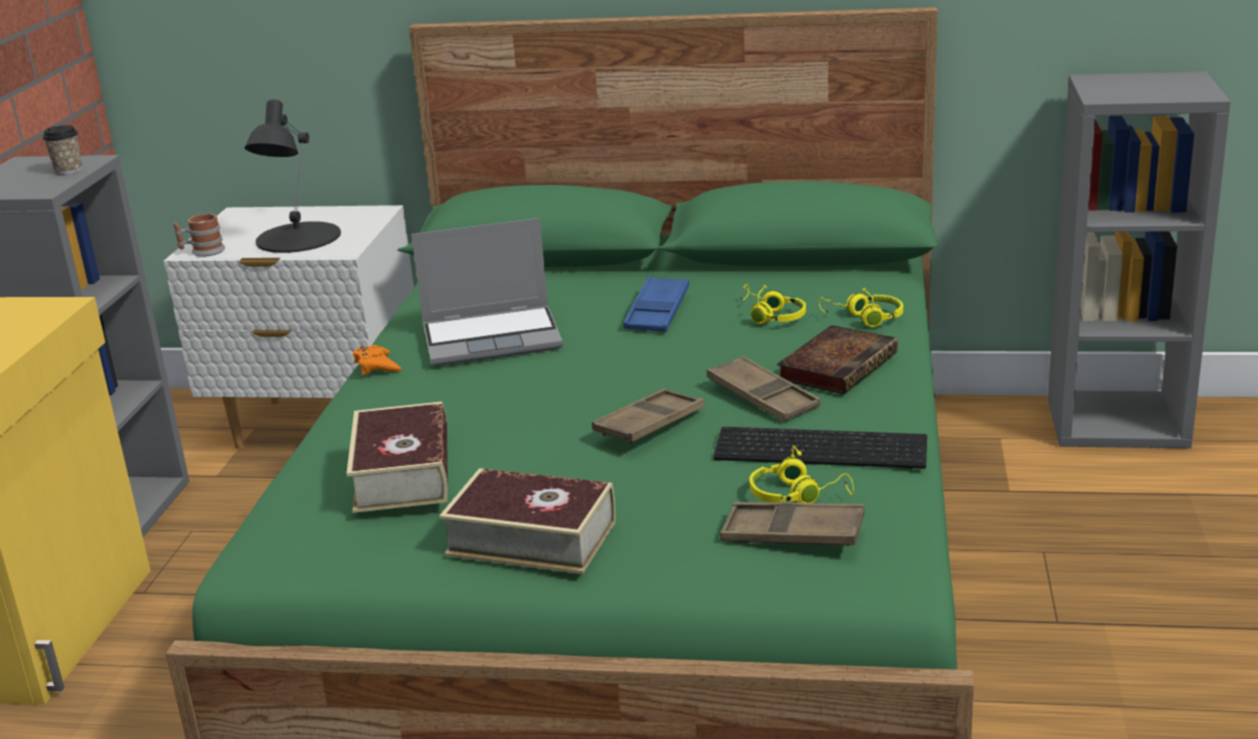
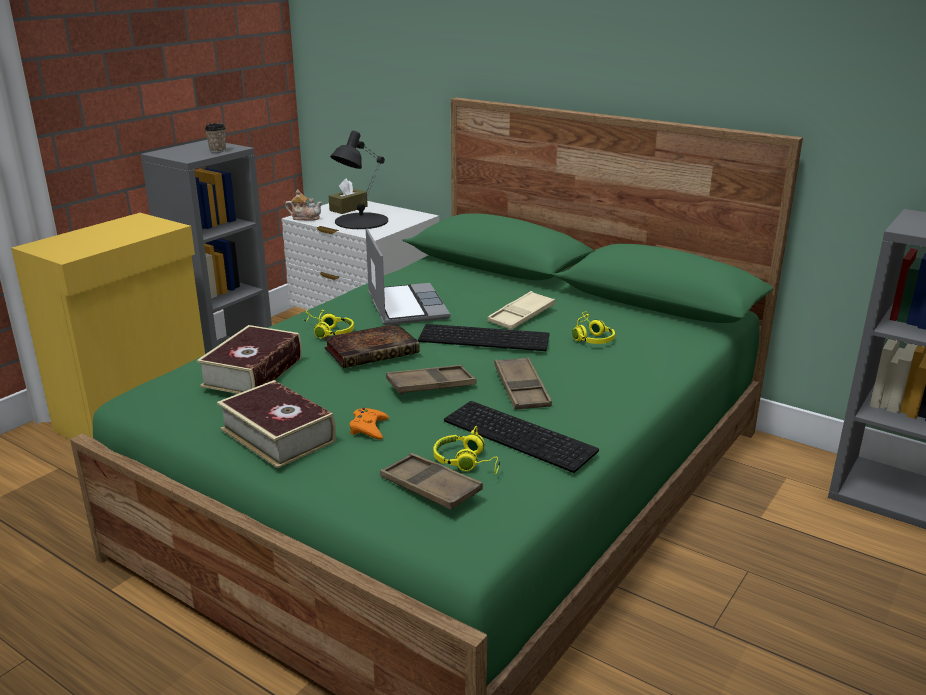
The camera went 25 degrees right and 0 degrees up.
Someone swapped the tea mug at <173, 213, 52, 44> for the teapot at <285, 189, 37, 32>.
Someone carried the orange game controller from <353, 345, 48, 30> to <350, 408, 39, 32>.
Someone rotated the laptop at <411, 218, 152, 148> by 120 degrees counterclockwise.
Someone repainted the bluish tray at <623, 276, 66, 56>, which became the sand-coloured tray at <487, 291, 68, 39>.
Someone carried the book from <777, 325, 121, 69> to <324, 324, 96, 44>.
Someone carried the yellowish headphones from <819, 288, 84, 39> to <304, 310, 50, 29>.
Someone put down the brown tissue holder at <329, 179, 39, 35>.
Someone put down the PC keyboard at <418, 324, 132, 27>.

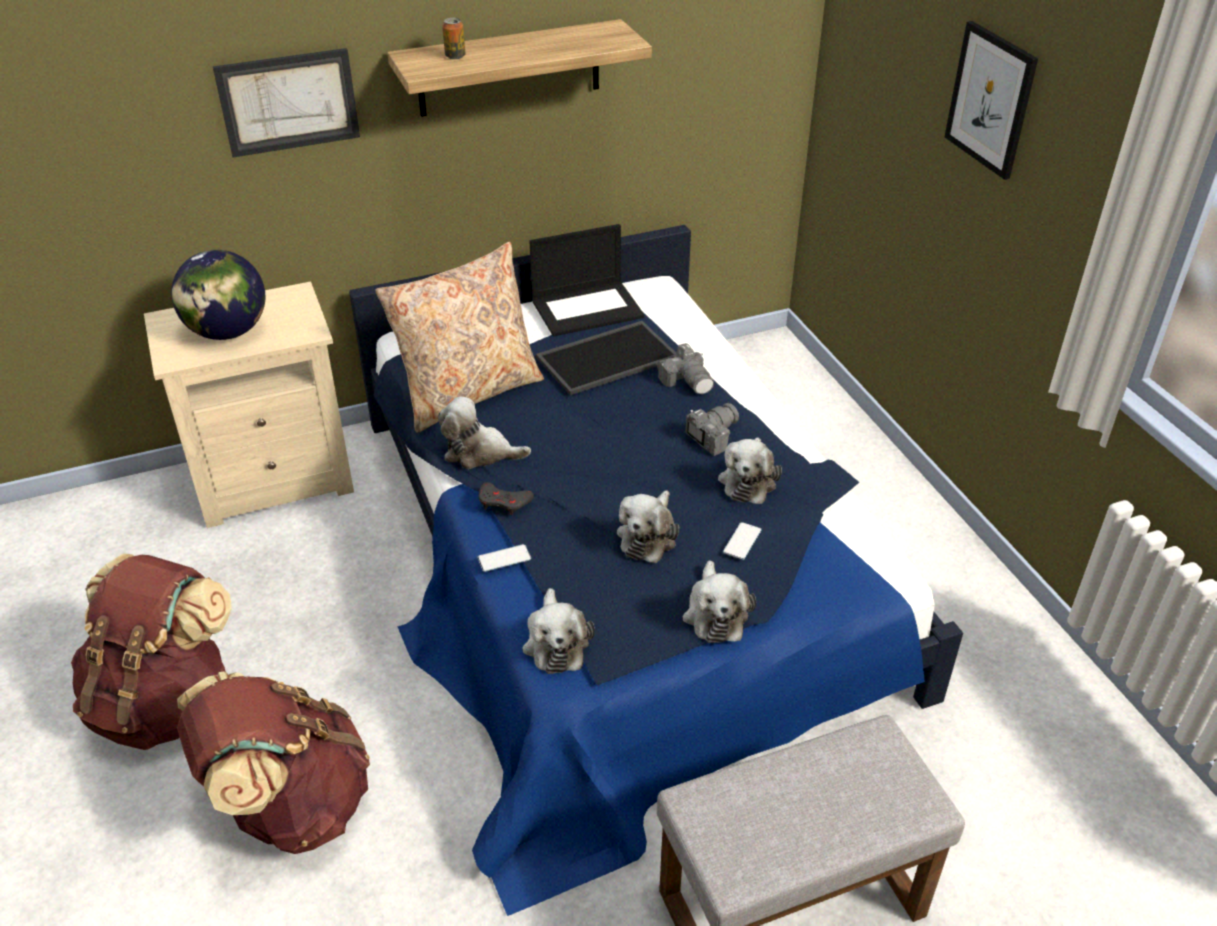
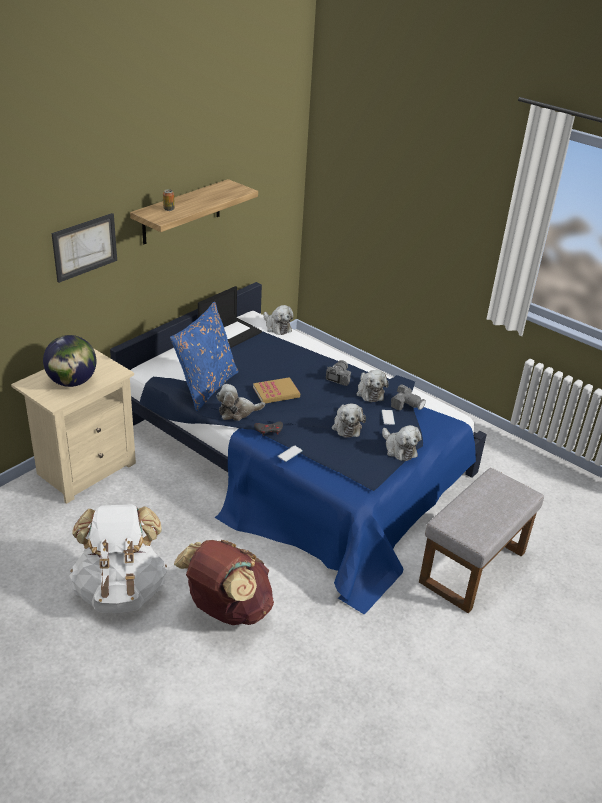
The camera went 30 degrees left and 5 degrees down.
Someone repainted the brown backpack at <71, 553, 161, 197>, which became the white-coloured backpack at <69, 504, 98, 109>.
Someone repainted the sand-coloured cushion at <375, 242, 169, 191>, which became the bluish cushion at <170, 302, 68, 109>.
Someone carried the plush toy from <522, 588, 73, 86> to <264, 305, 30, 30>.
Someone took away the tray at <536, 321, 142, 74>.
Someone carried the still camera from <657, 343, 57, 51> to <391, 384, 35, 26>.
Someone took away the picture at <945, 21, 93, 159>.
Someone put down the book at <253, 377, 47, 26>.

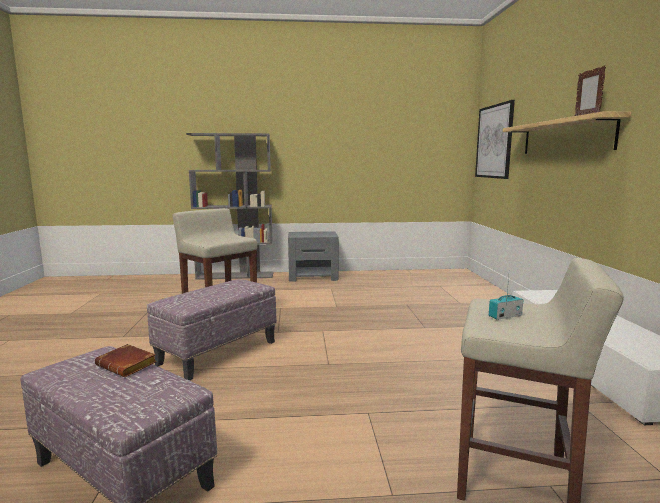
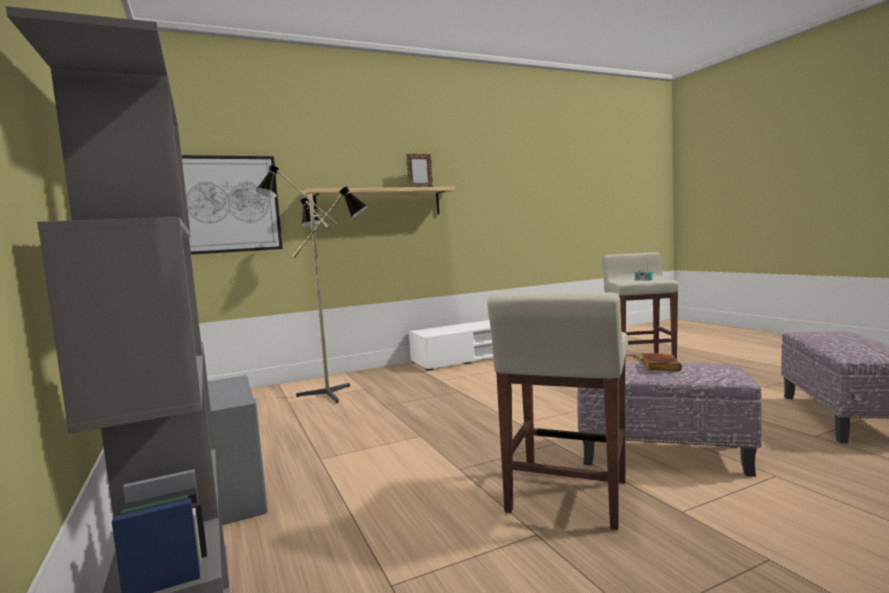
The camera went 110 degrees left and 5 degrees down.
Someone carried the brown book from <95, 344, 62, 33> to <641, 353, 41, 18>.
Someone put down the standing lamp at <256, 165, 112, 238>.

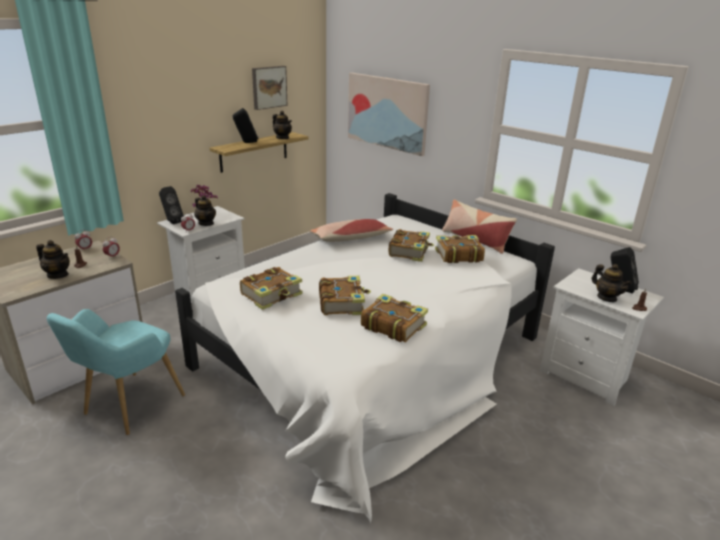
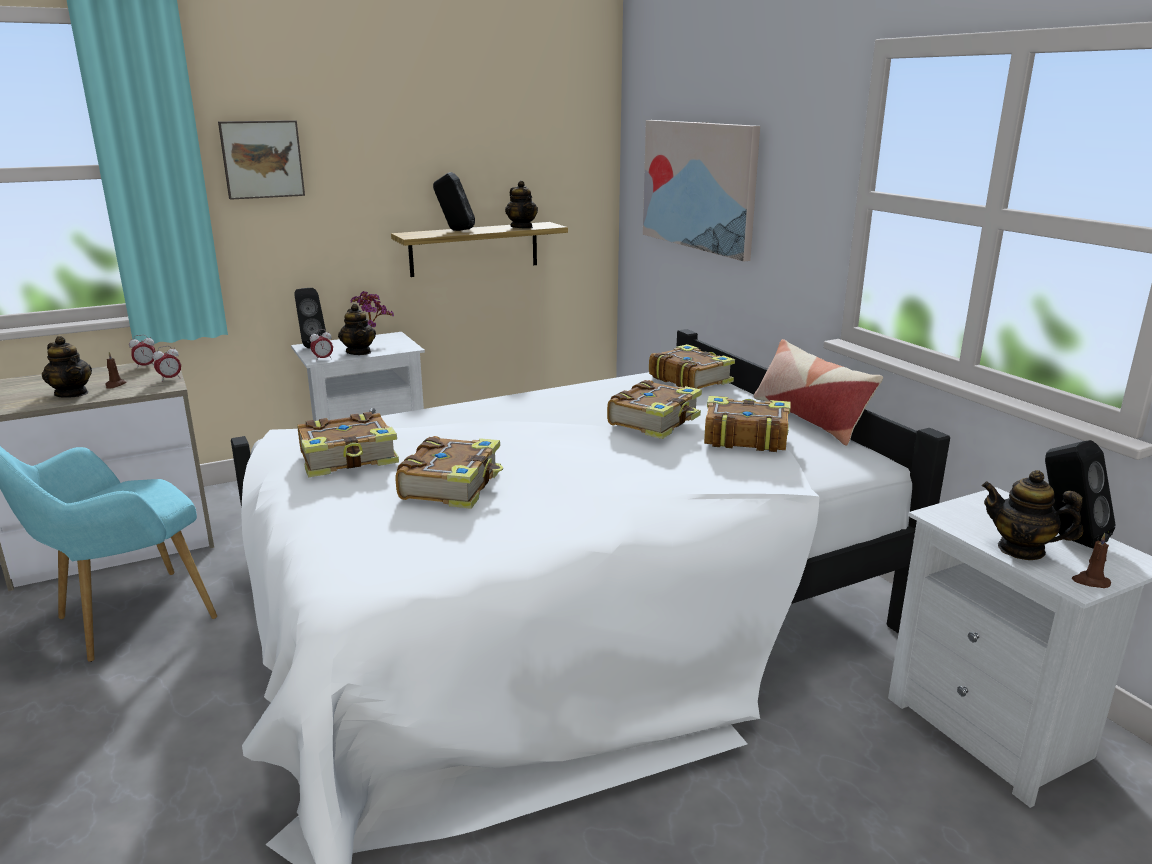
The camera went 20 degrees right and 5 degrees down.
Someone carried the picture from <252, 66, 35, 44> to <218, 120, 87, 80>.
Someone took away the cushion at <310, 219, 83, 23>.
Someone carried the book from <361, 294, 67, 48> to <649, 344, 86, 45>.
Someone rotated the teapot at <592, 264, 40, 38> by 135 degrees clockwise.

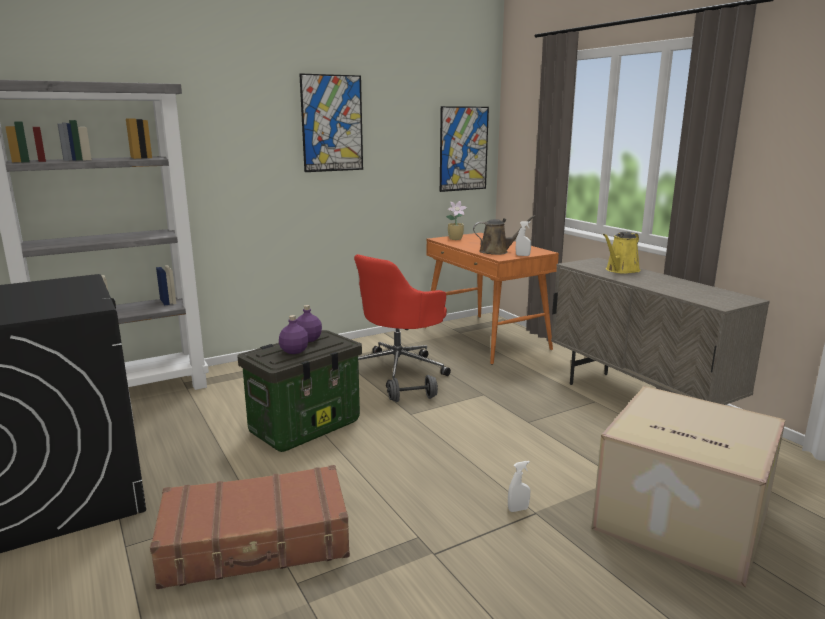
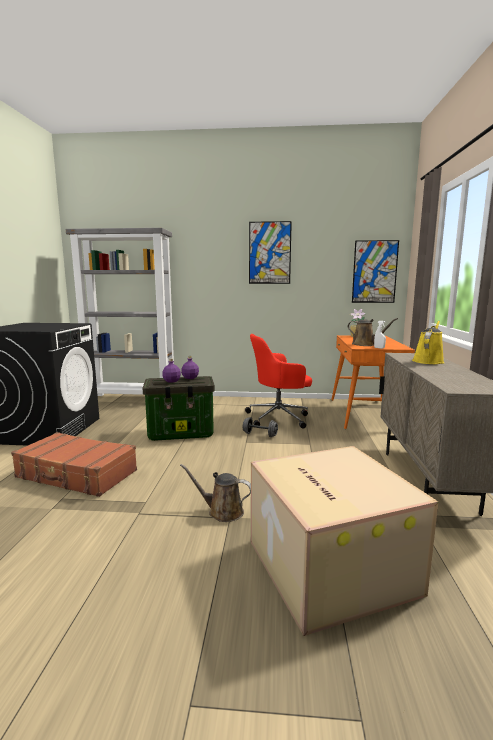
The camera went 35 degrees right and 5 degrees down.
Someone swapped the white-coloured sprayer at <508, 461, 22, 51> for the brown watering can at <180, 464, 71, 58>.
Someone rotated the yellowish watering can at <603, 232, 38, 42> by 135 degrees clockwise.

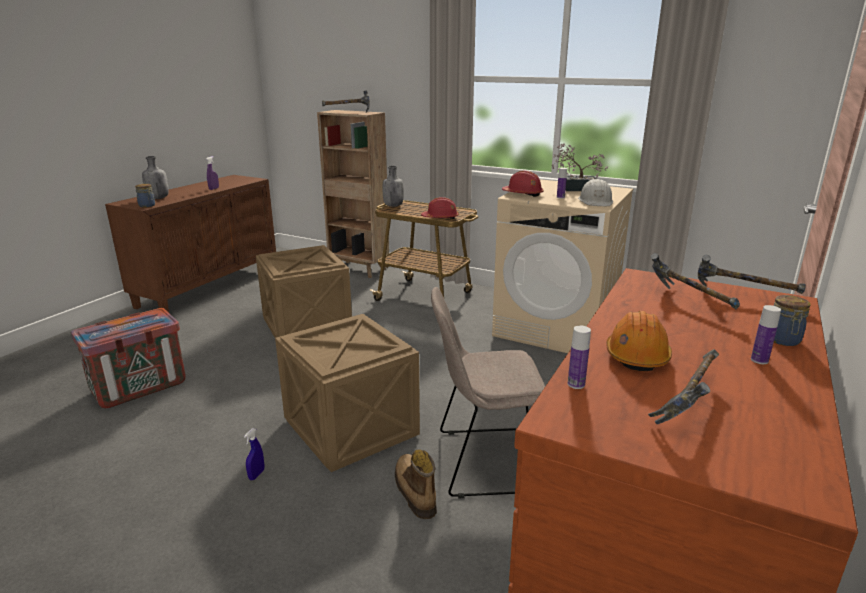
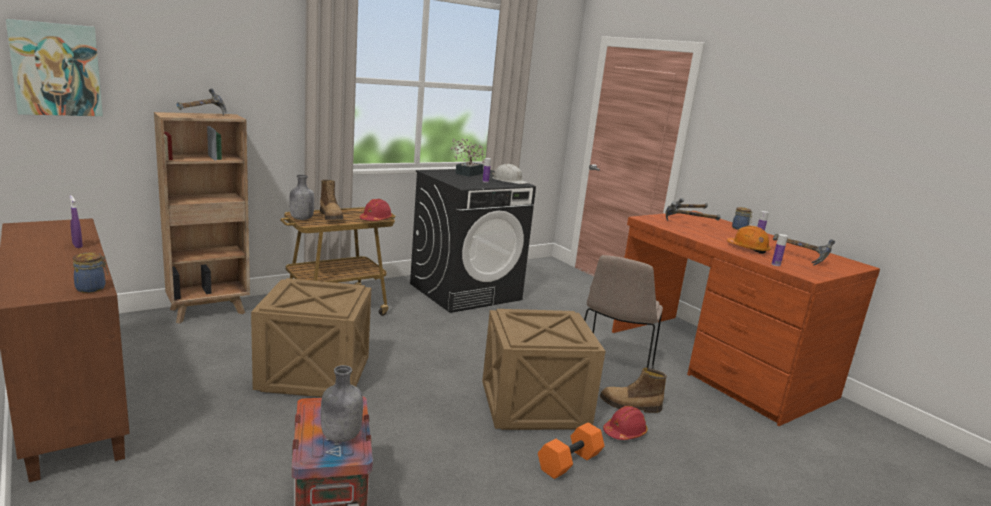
The camera went 65 degrees left and 5 degrees down.
Someone carried the gray beverage bottle from <142, 156, 27, 43> to <321, 365, 42, 77>.
Someone swapped the bluish sprayer at <244, 428, 20, 52> for the orange hand weight at <538, 422, 67, 57>.
Someone repainted the sand-coloured laundry machine at <492, 179, 141, 174>, which became the blackish laundry machine at <410, 168, 126, 145>.
Someone carried the red-coloured hard hat from <502, 171, 42, 26> to <603, 406, 45, 34>.
Someone put up the picture at <6, 19, 97, 97>.
Someone put down the high-top boot at <320, 180, 23, 40>.

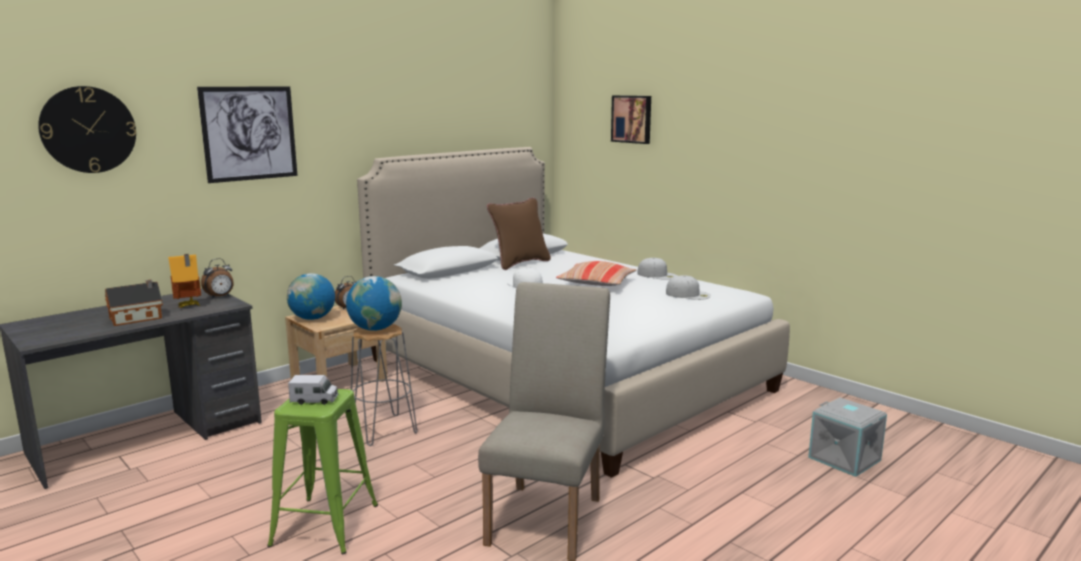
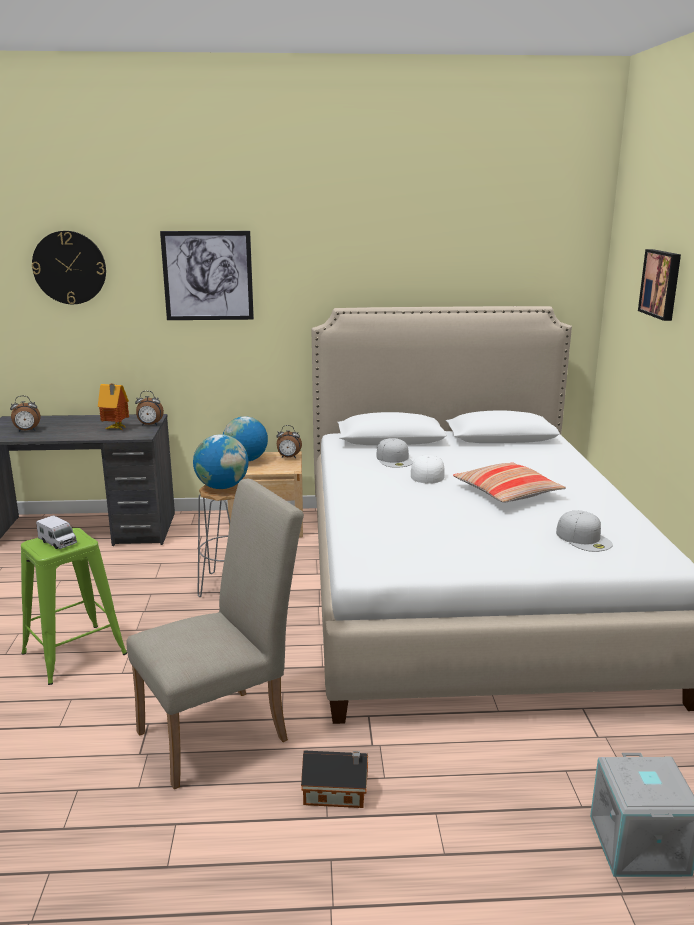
The camera went 40 degrees right and 5 degrees up.
Someone carried the model house from <105, 280, 58, 46> to <301, 750, 67, 58>.
Someone took away the brown cushion at <487, 198, 64, 72>.
Someone carried the white-coloured peaked cap from <637, 258, 40, 22> to <376, 438, 37, 30>.
Someone put down the alarm clock at <10, 396, 30, 36>.

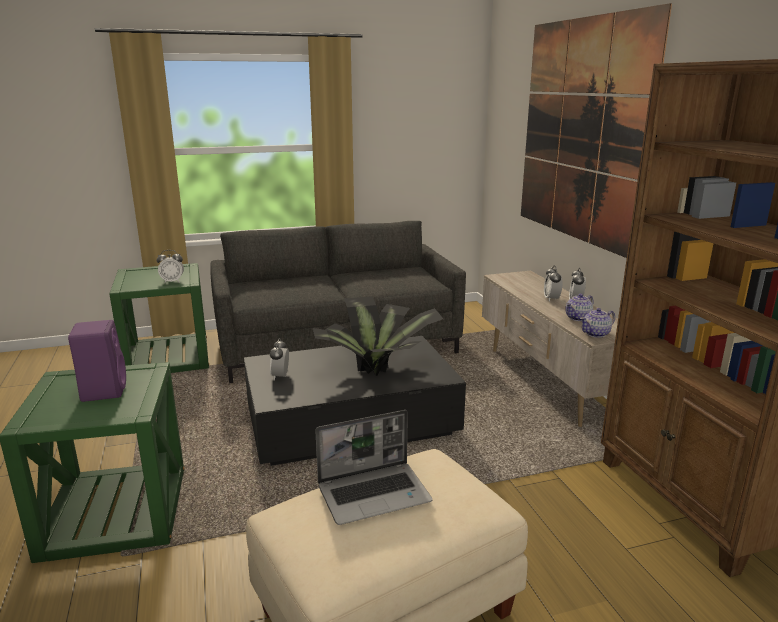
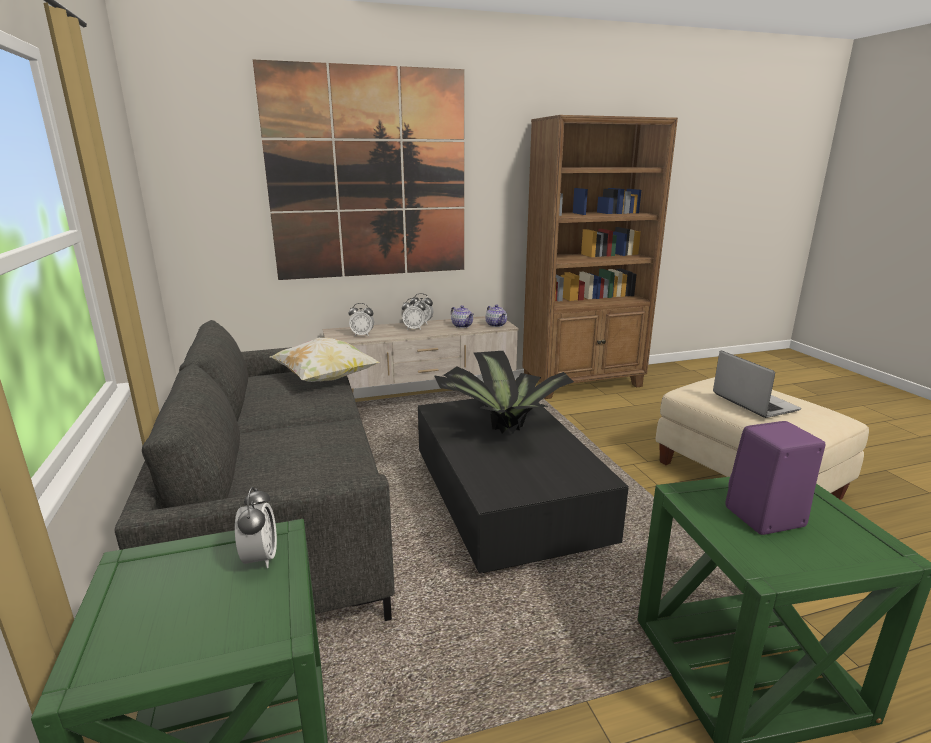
The camera went 90 degrees left and 0 degrees up.
Someone carried the alarm clock from <270, 338, 19, 42> to <349, 303, 25, 33>.
Someone put down the cushion at <270, 338, 111, 44>.

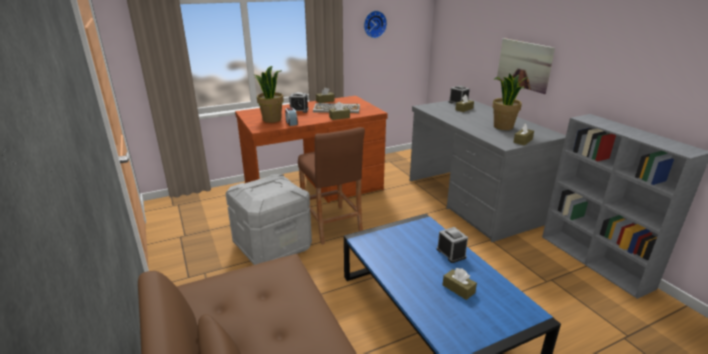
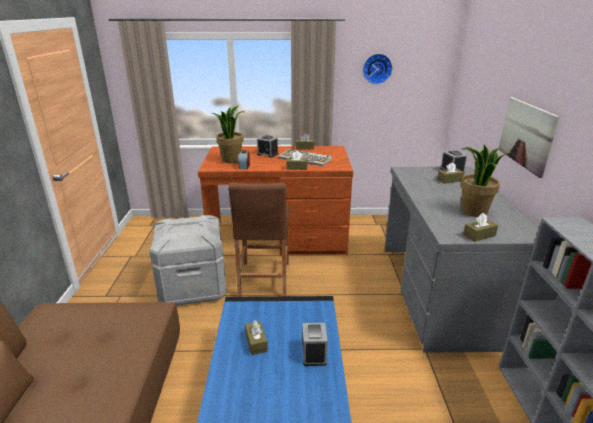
The camera went 25 degrees right and 0 degrees up.
Someone carried the brown tissue holder from <443, 268, 34, 32> to <245, 320, 23, 35>.

